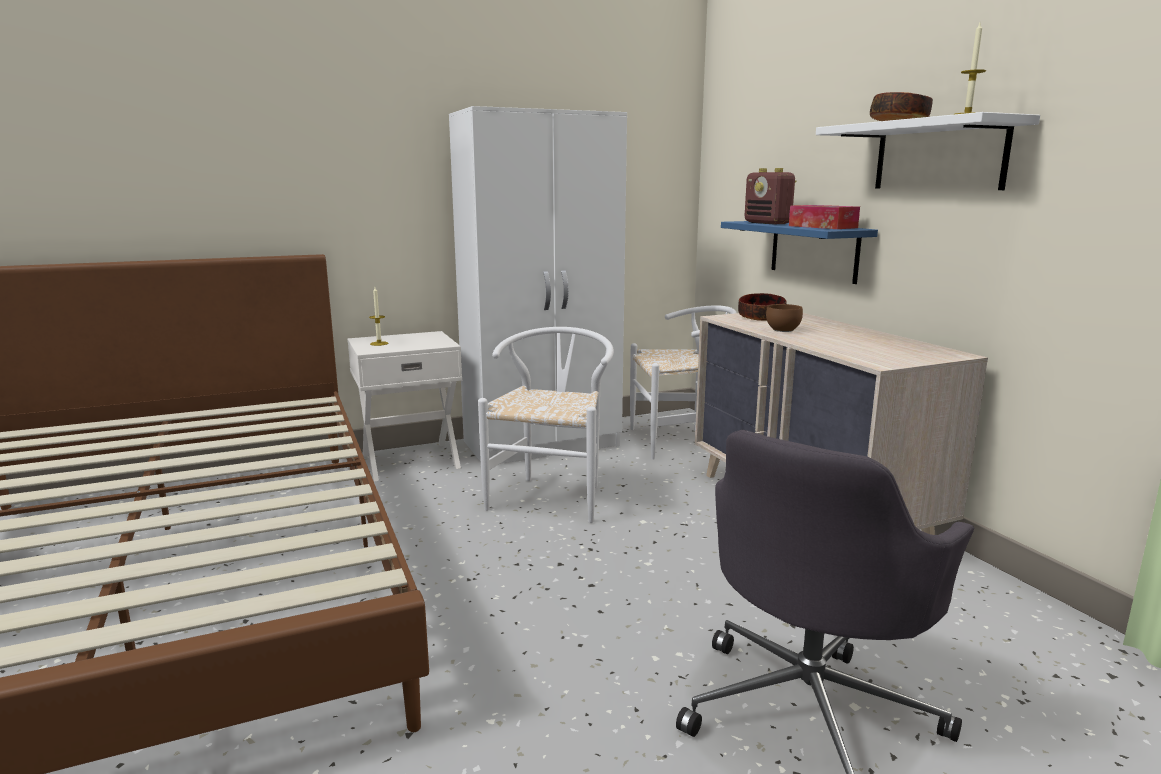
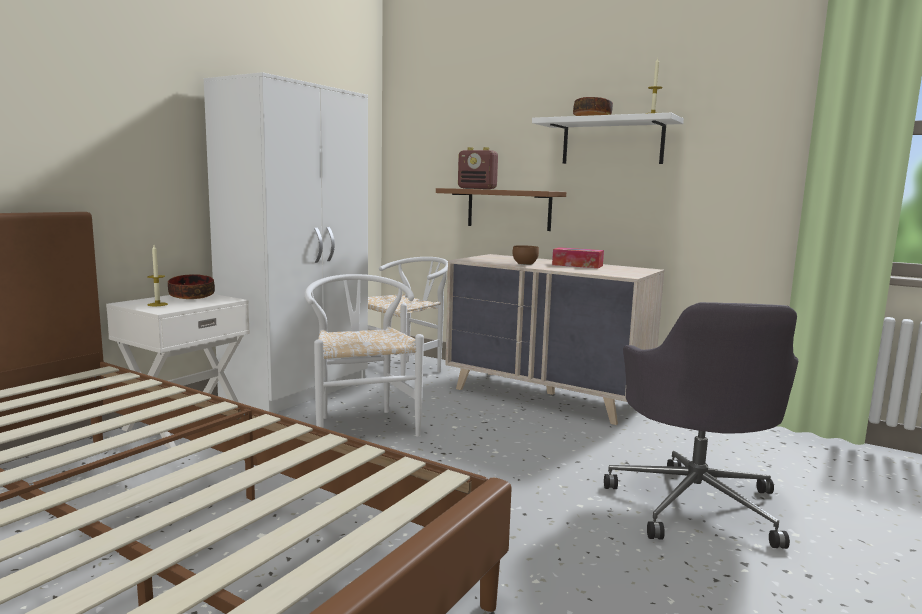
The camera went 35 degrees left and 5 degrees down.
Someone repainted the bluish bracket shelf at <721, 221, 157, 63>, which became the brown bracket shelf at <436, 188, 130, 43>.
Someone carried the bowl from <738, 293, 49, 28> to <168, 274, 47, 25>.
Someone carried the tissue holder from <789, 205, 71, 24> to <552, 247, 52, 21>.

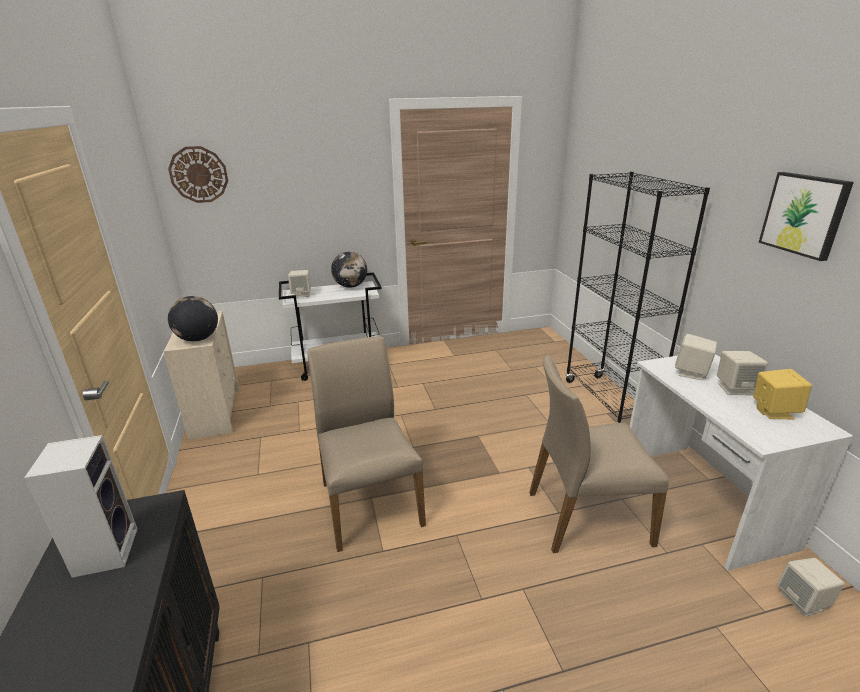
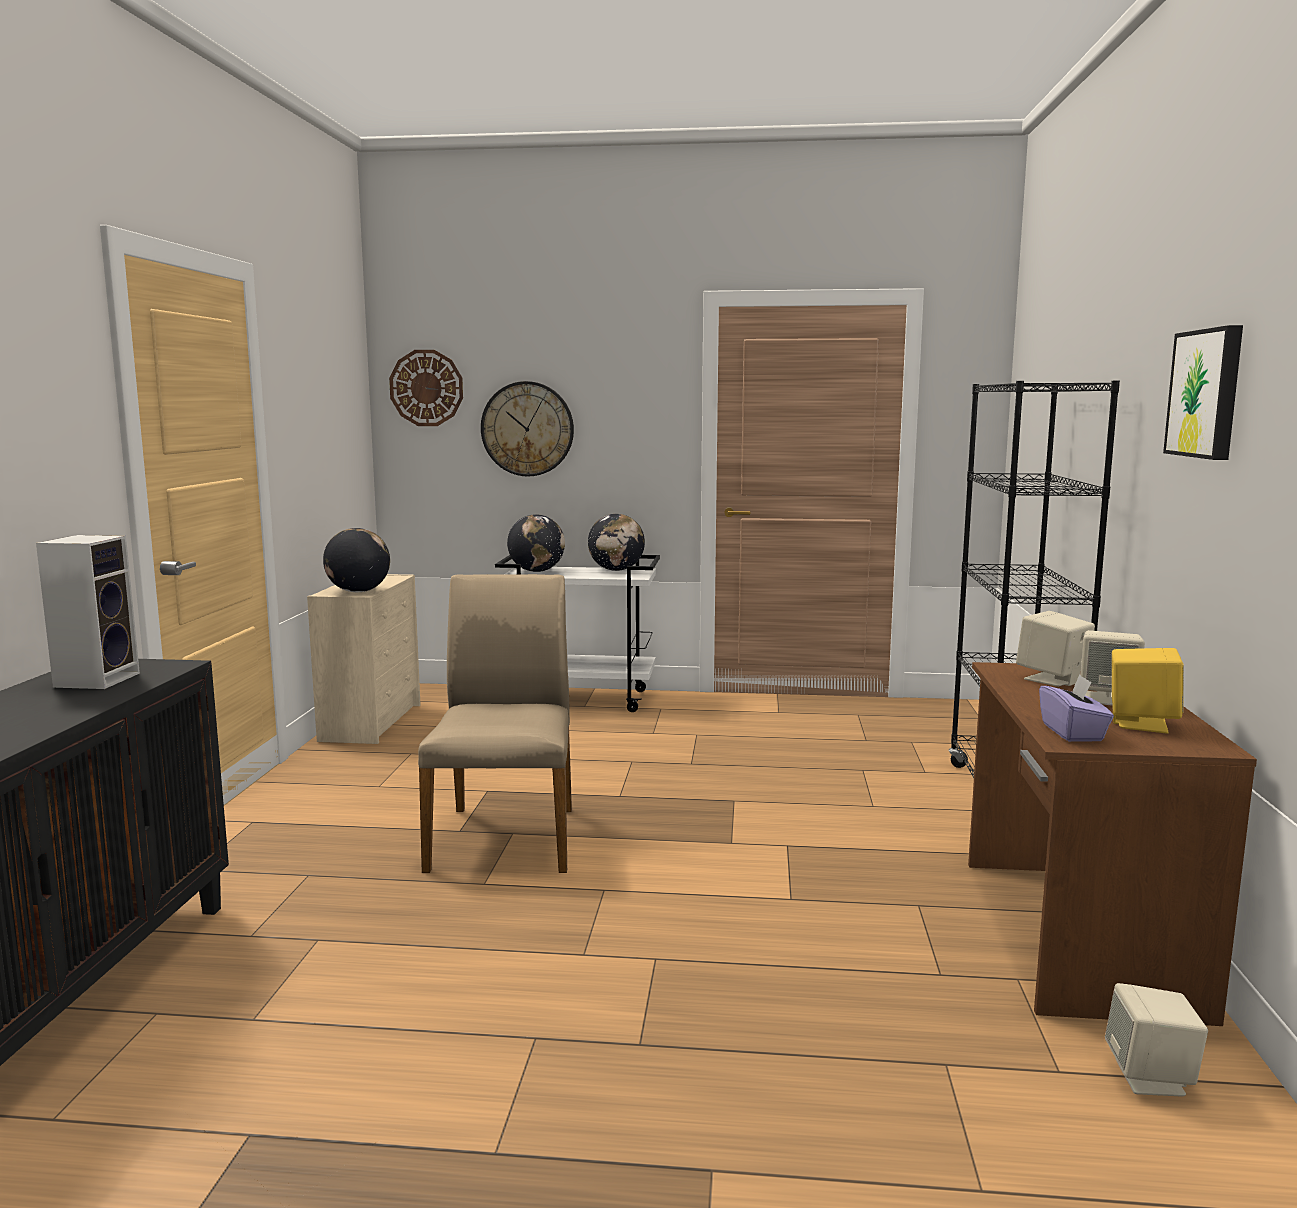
The camera went 20 degrees right and 15 degrees down.
Someone swapped the sand-coloured audio speaker at <288, 270, 23, 28> for the desk globe at <507, 514, 58, 58>.
Someone took away the sand-coloured upright chair at <529, 354, 140, 199>.
Someone repainted the white-coloured desk table at <629, 354, 225, 216>, which became the brown desk table at <968, 662, 289, 364>.
Someone put up the wall clock at <481, 381, 93, 96>.
Someone put down the purplish tissue holder at <1039, 675, 75, 67>.

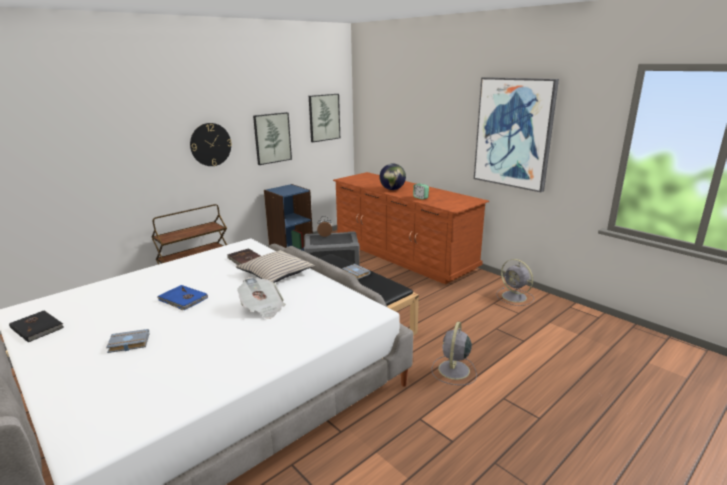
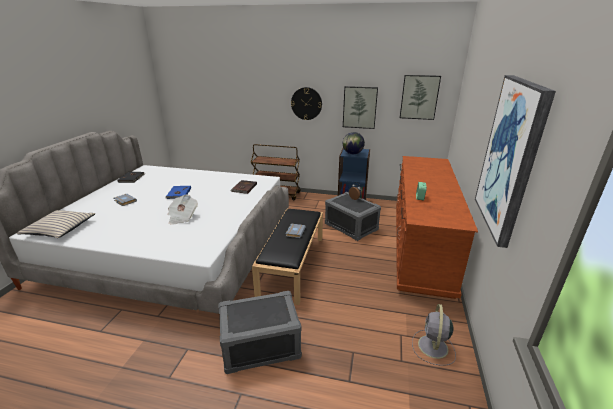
The camera went 55 degrees right and 5 degrees up.
Someone carried the sand-coloured cushion from <236, 250, 79, 33> to <16, 210, 80, 28>.
Someone carried the desk globe from <379, 164, 27, 26> to <343, 132, 22, 22>.
Someone swapped the gray fan at <432, 321, 45, 64> for the gray storage bin at <218, 291, 84, 83>.

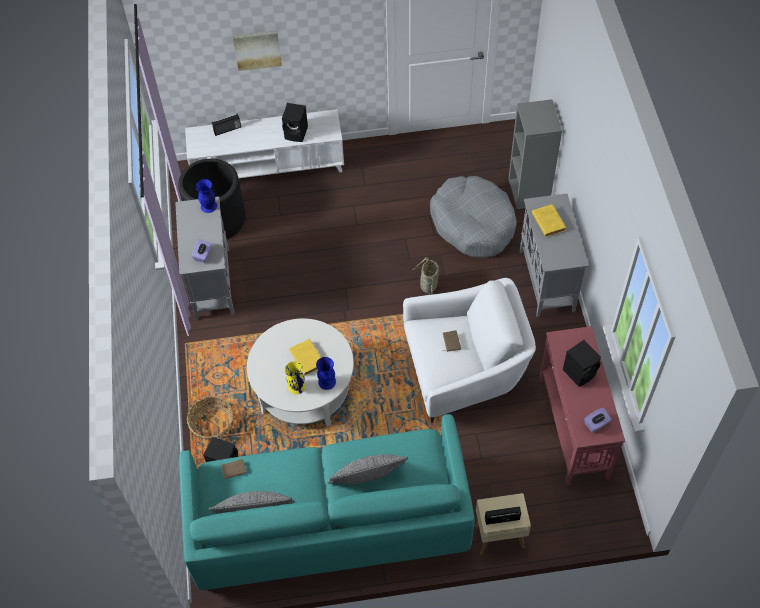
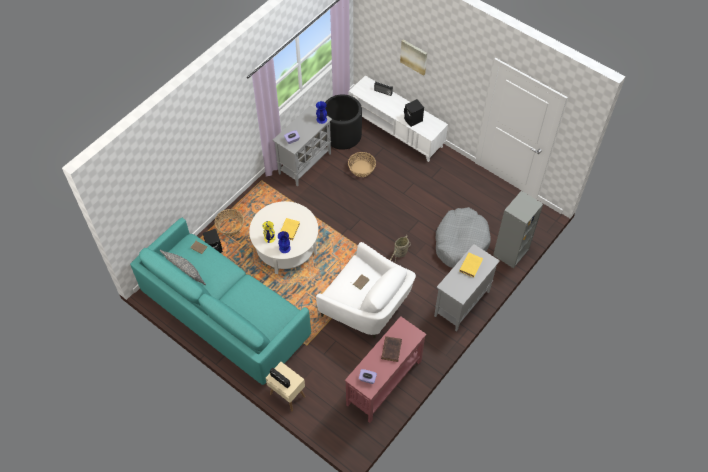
The camera went 45 degrees right and 0 degrees up.
Someone took away the gray cushion at <327, 455, 81, 29>.
Someone swapped the blackish audio speaker at <563, 340, 38, 47> for the brown book at <381, 336, 21, 26>.
Someone put down the household basket at <348, 152, 28, 25>.

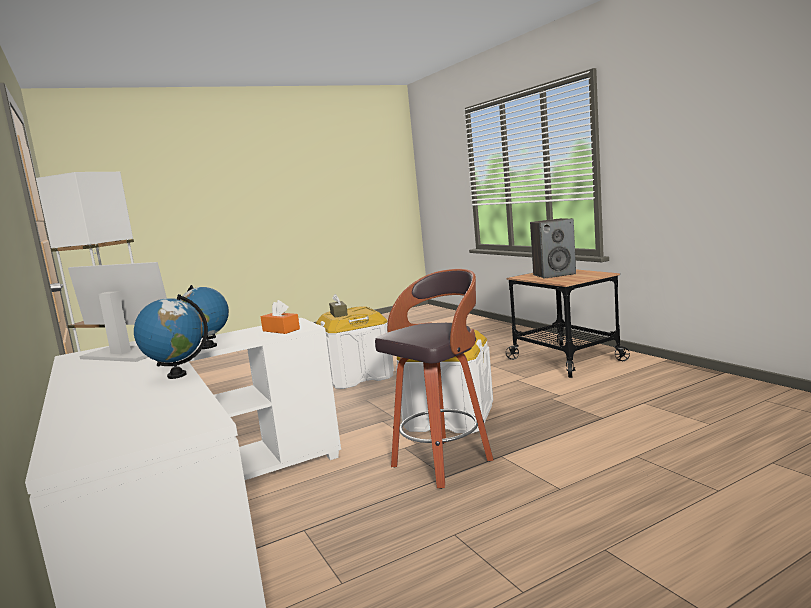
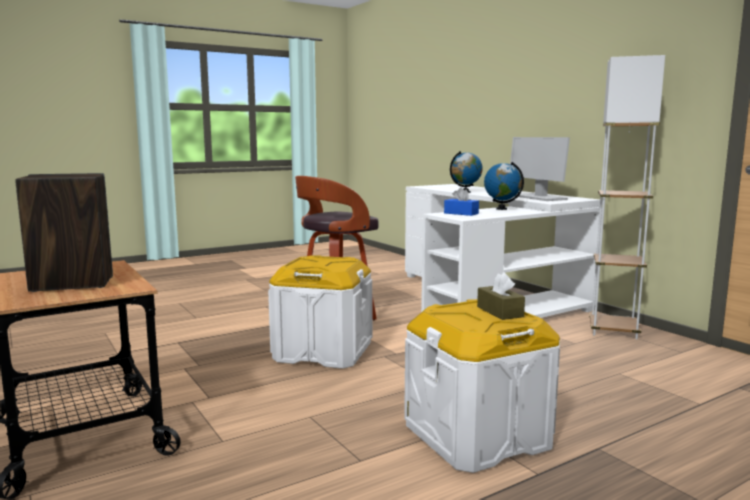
The camera went 175 degrees right and 0 degrees up.
Someone rotated the computer screen at <68, 262, 99, 100> by 45 degrees clockwise.
Someone repainted the orange tissue holder at <261, 300, 39, 34>, which became the bluish tissue holder at <444, 187, 35, 29>.

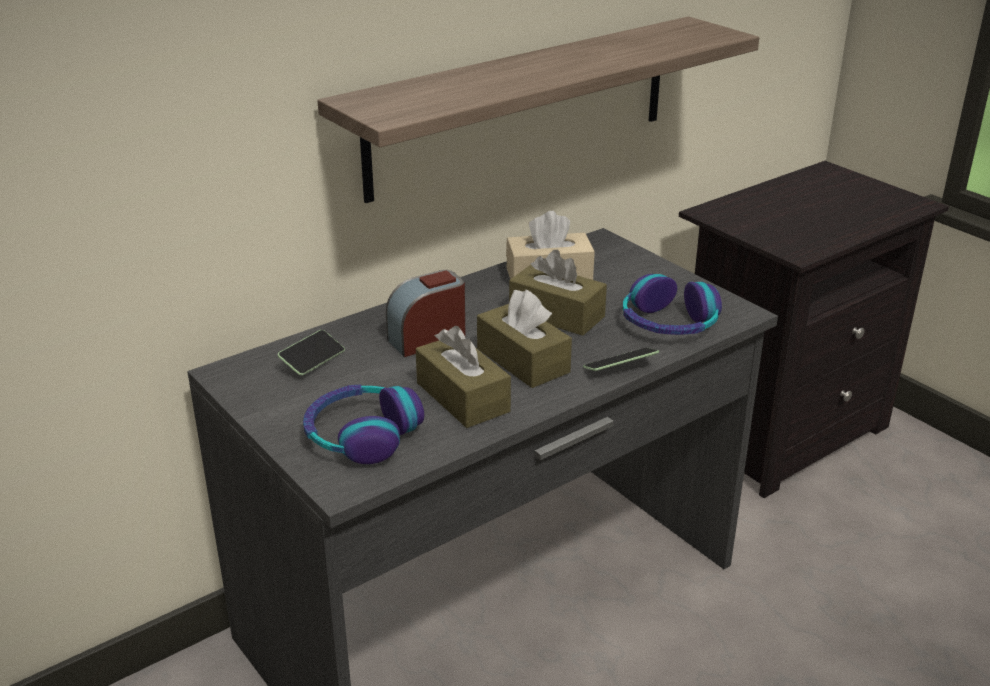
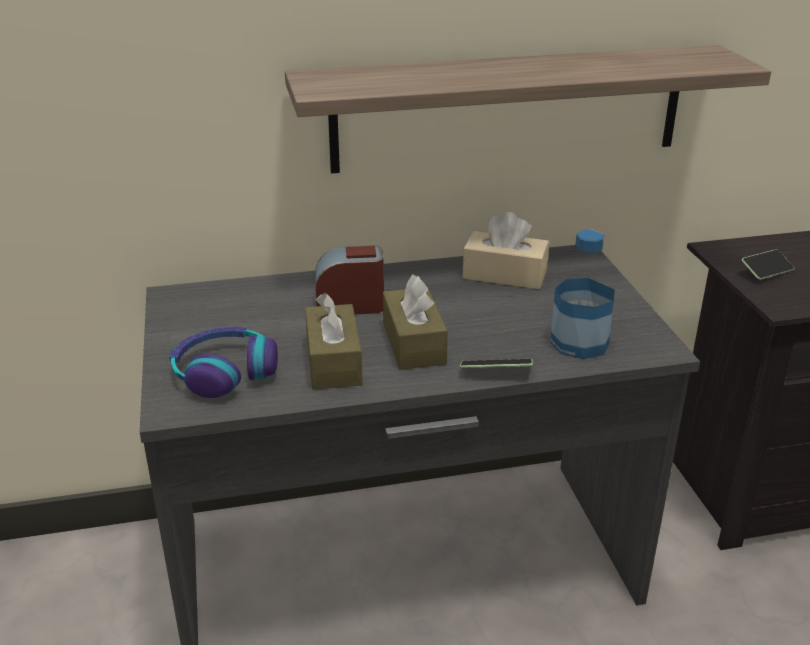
The camera went 25 degrees right and 0 degrees up.
Someone carried the phone from <278, 330, 67, 45> to <742, 249, 52, 31>.
Someone took away the brown tissue holder at <509, 250, 98, 86>.
Someone swapped the headphones at <623, 274, 99, 61> for the beverage bottle at <550, 229, 65, 130>.

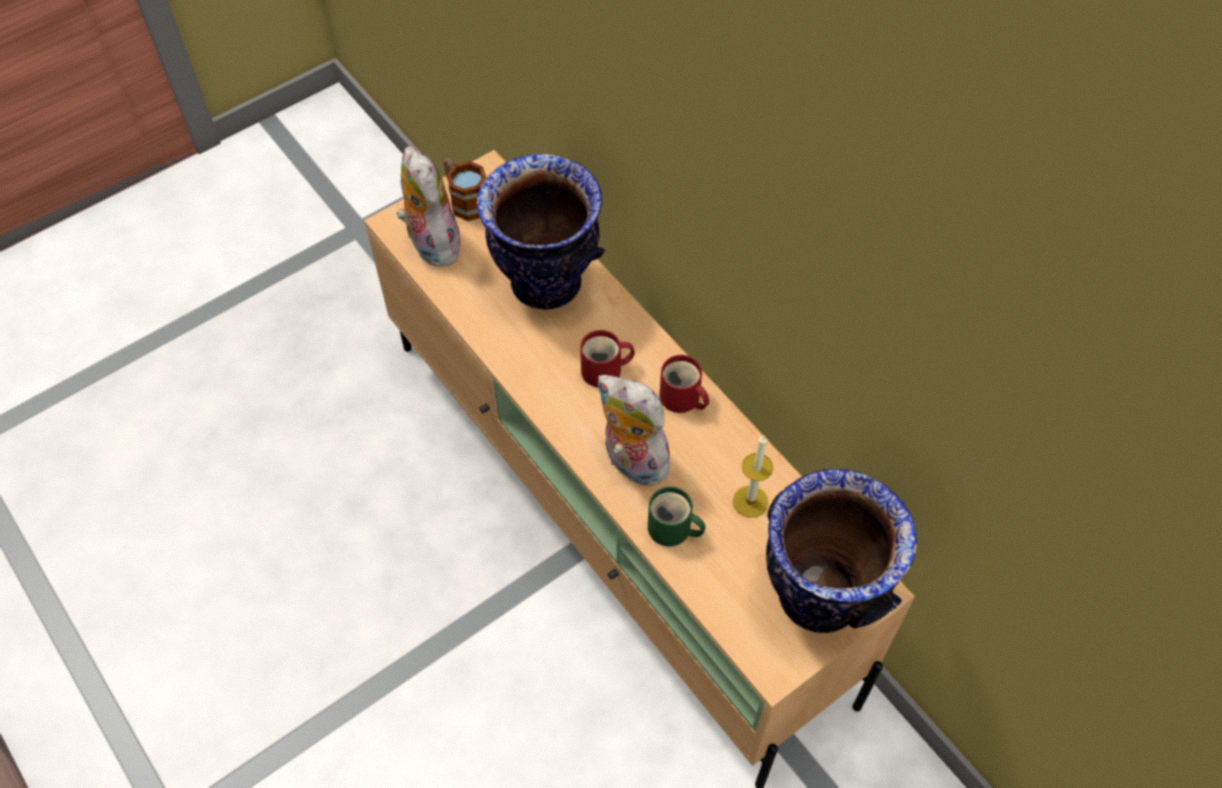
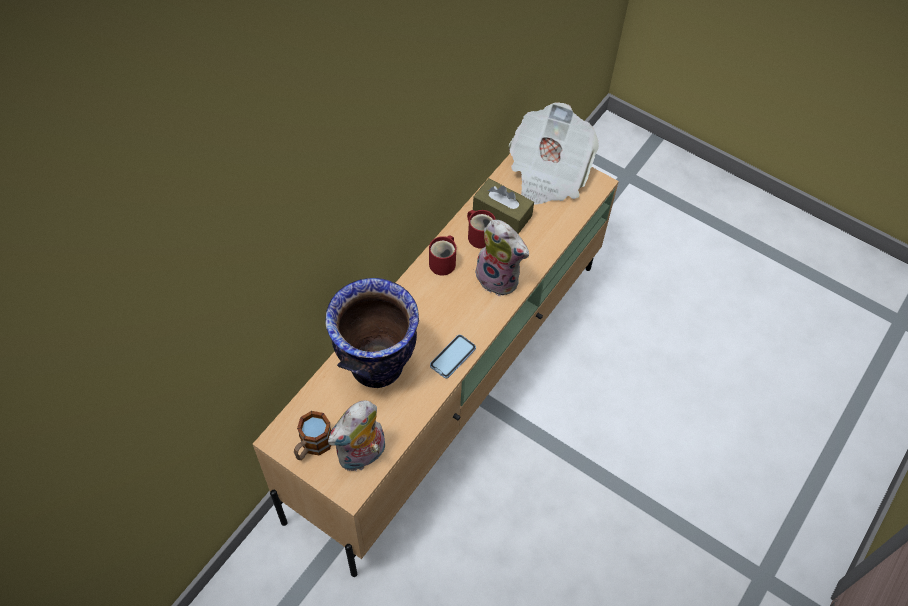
The camera went 110 degrees left and 0 degrees up.
Someone carried the red-coloured tea mug from <580, 330, 55, 58> to <467, 210, 29, 39>.
Someone rotated the plush toy at <598, 375, 75, 111> by 75 degrees counterclockwise.
Someone took away the green tea mug at <648, 486, 58, 60>.
Someone swapped the wax light at <733, 435, 40, 83> for the brown tissue holder at <473, 178, 61, 56>.
Someone swapped the vase at <766, 469, 151, 164> for the printed paper at <508, 102, 91, 103>.
Someone put down the phone at <430, 335, 46, 43>.

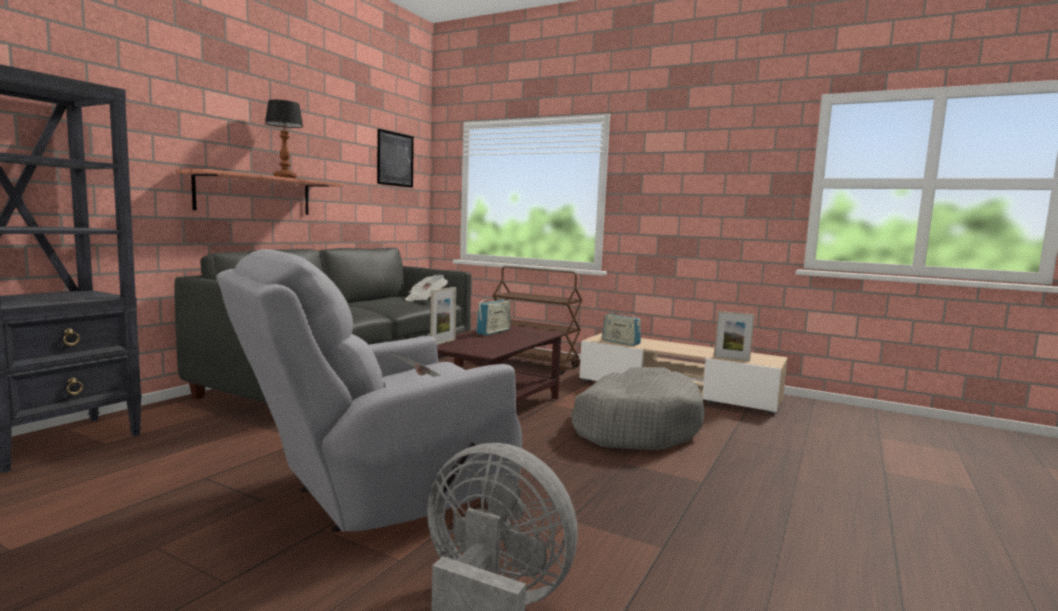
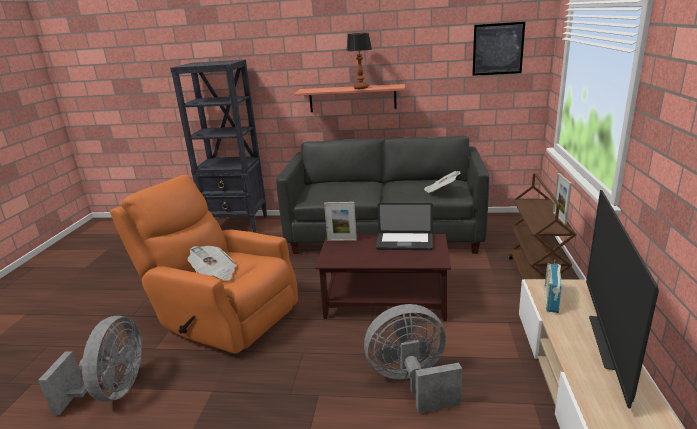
The camera went 70 degrees right and 15 degrees up.
Someone repainted the gray lounge chair at <216, 249, 306, 283>, which became the orange lounge chair at <110, 175, 188, 179>.
Someone swapped the radio at <476, 295, 34, 40> for the laptop at <376, 203, 57, 47>.
Someone swapped the gray pet bed at <571, 367, 134, 83> for the gray fan at <364, 304, 98, 109>.
Someone carried the picture frame from <714, 311, 40, 51> to <553, 173, 19, 52>.
Someone put down the TV set at <586, 190, 73, 218>.

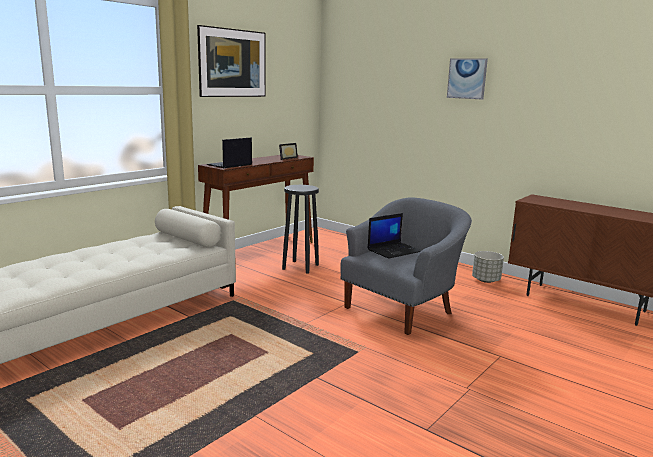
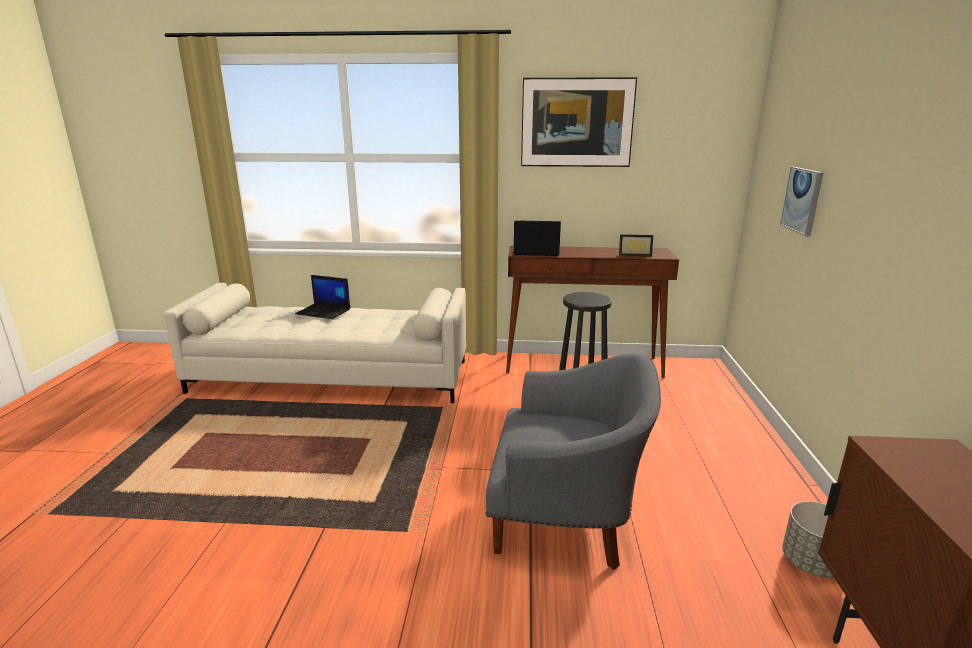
The camera went 55 degrees right and 5 degrees up.
Someone carried the laptop from <368, 213, 54, 46> to <295, 275, 55, 44>.
Someone carried the picture from <447, 58, 41, 41> to <780, 167, 43, 69>.

